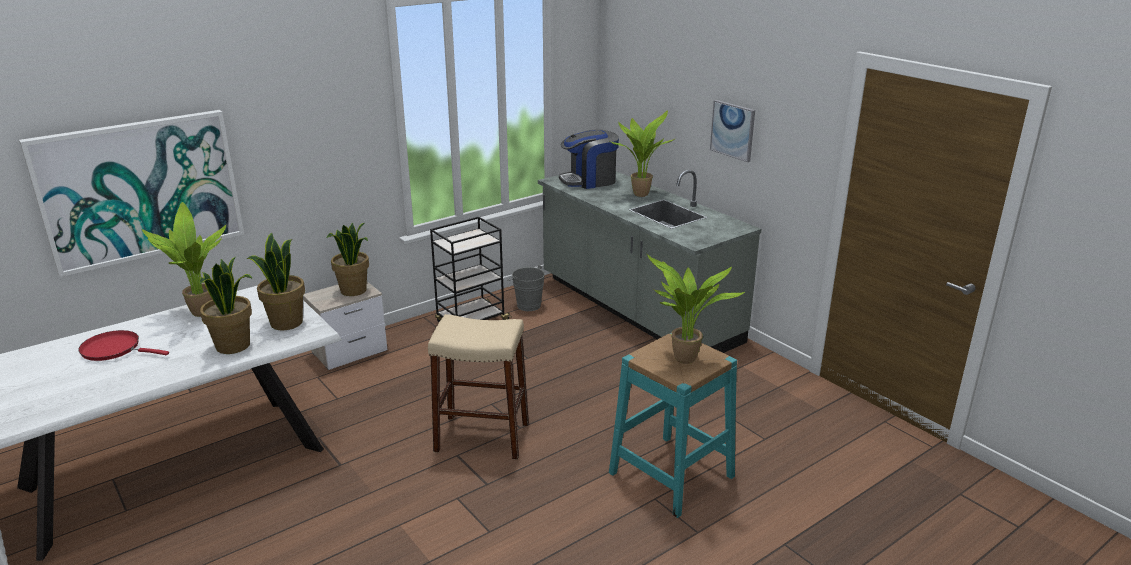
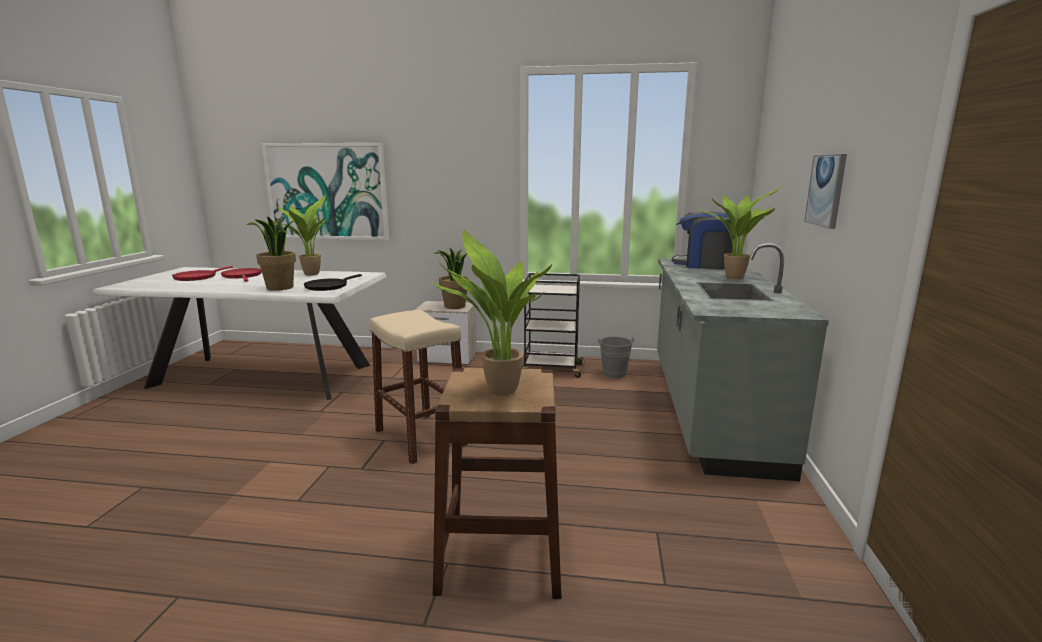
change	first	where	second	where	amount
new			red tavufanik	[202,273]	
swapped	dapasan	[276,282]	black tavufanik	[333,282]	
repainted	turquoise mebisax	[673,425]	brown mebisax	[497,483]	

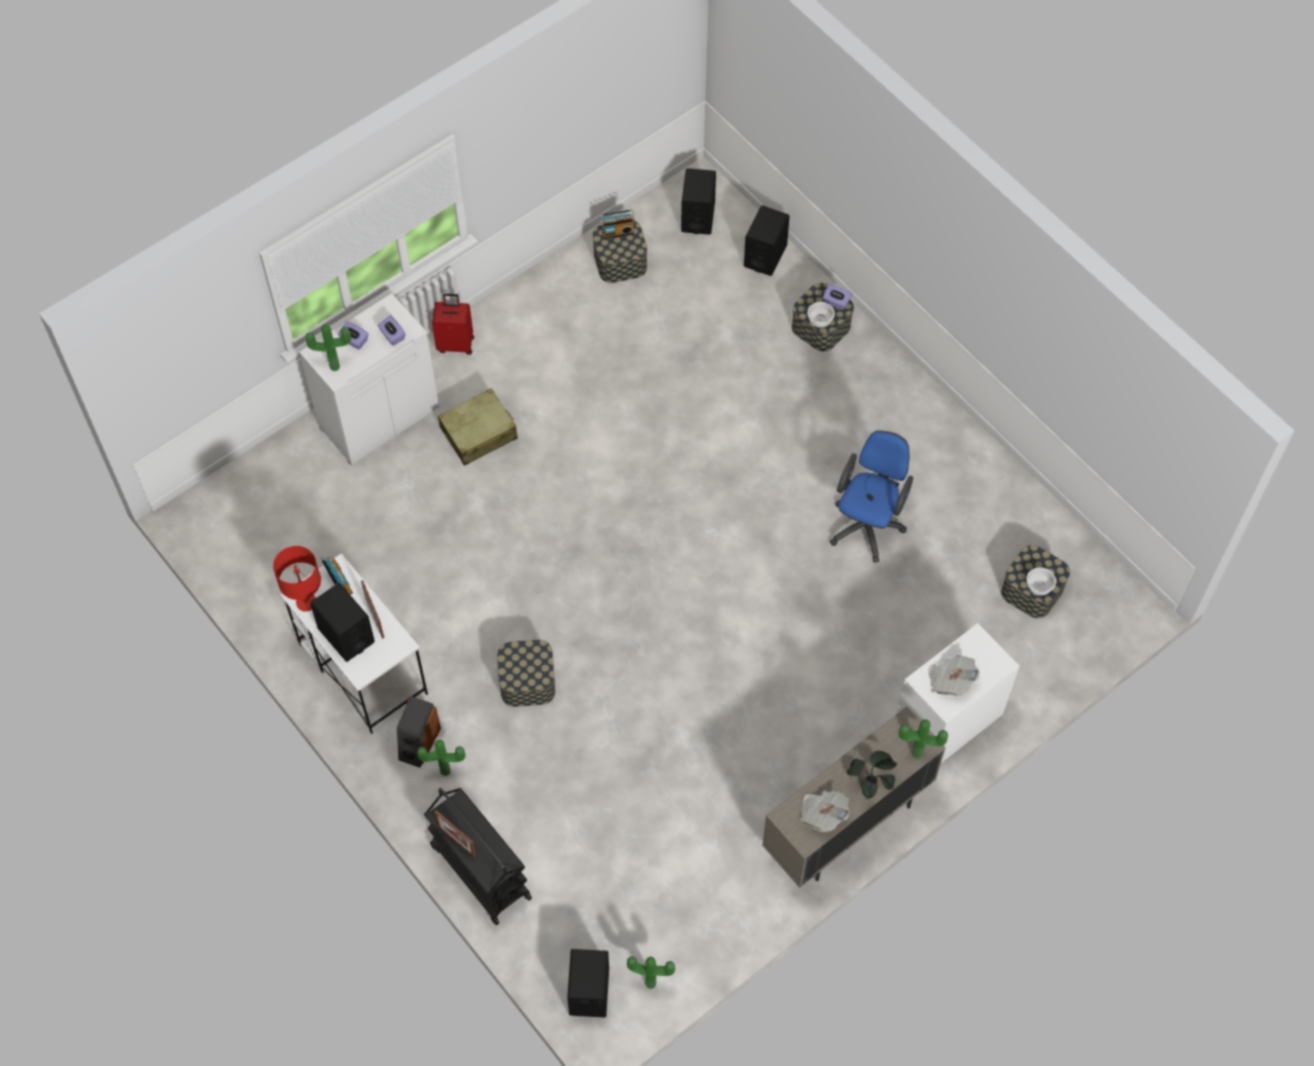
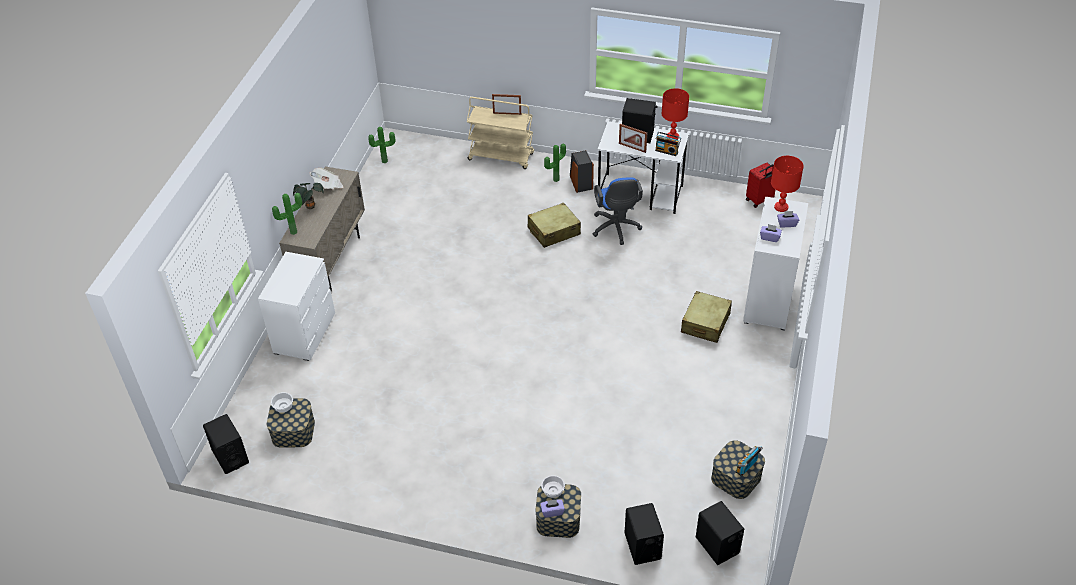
change	first	where	second	where	amount
gone	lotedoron	[954,675]			
shifted	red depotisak	[453,324]		[760,185]	
shifted	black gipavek	[588,983]		[226,444]	
shifted	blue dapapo	[871,496]		[618,211]	
swapped	dapasan	[328,347]	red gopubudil	[787,184]	
swapped	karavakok	[526,673]	beige depotisak	[554,225]	
repainted	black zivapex	[478,856]	beige zivapex	[500,133]	

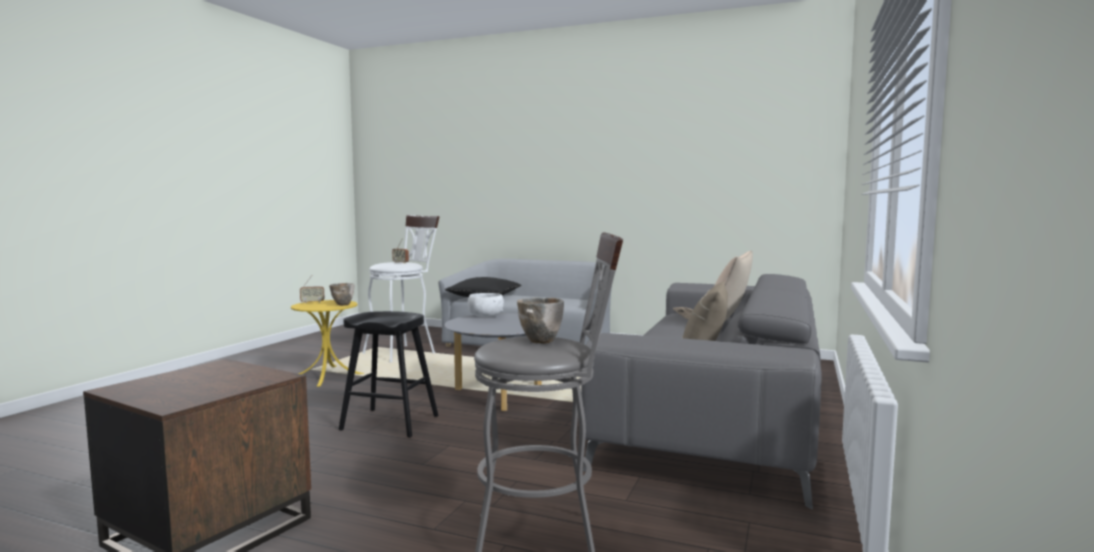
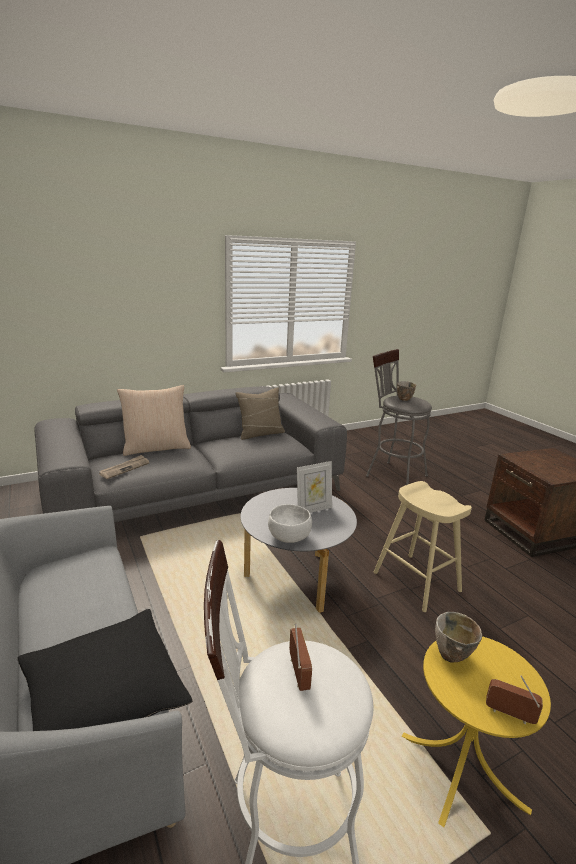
change	first	where	second	where	amount
new			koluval	[314,487]	
repainted	black mebisax	[388,374]	beige mebisax	[423,546]	

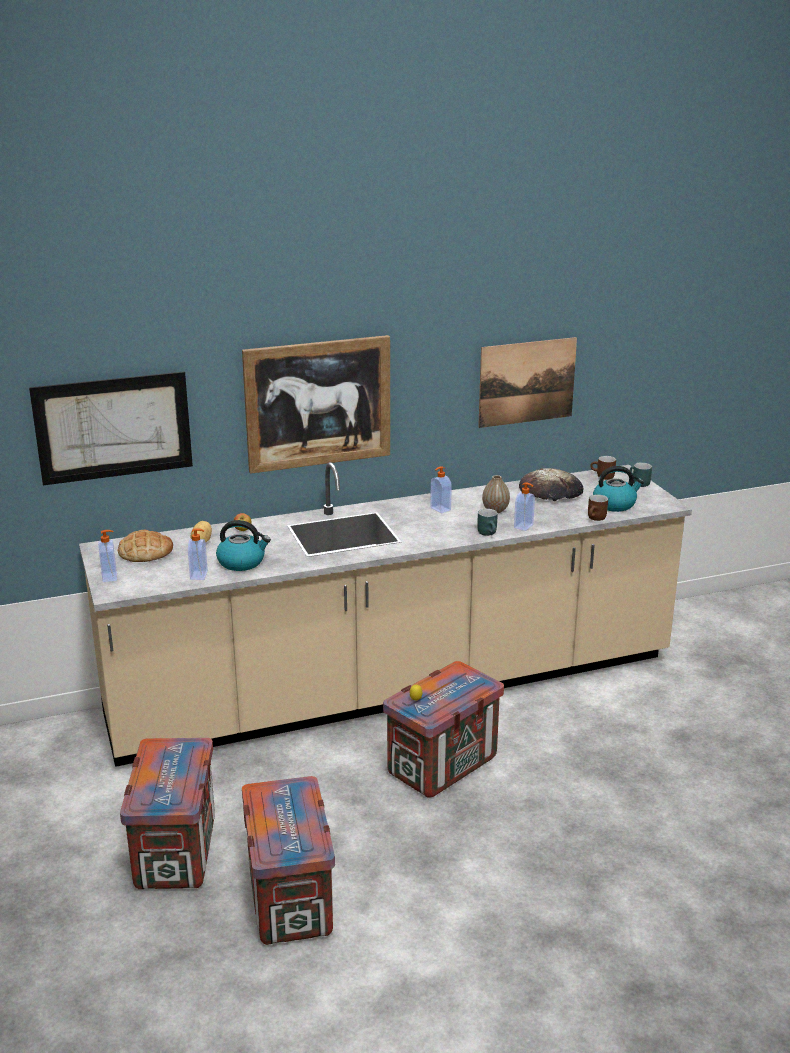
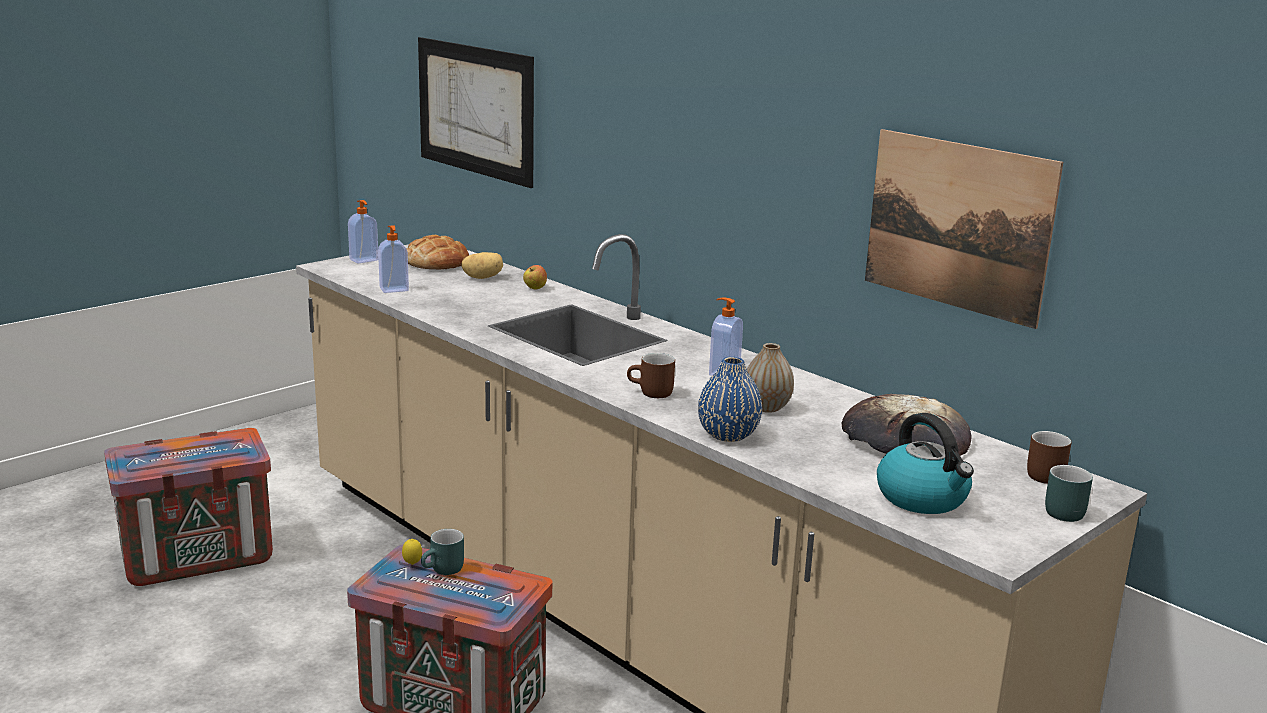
change	first	where	second	where	amount
gone	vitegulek	[243,545]			
gone	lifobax	[316,404]			
gone	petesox	[288,860]			
shifted	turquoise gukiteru	[487,522]		[442,552]	
shifted	brown gukiteru	[598,507]		[651,375]	
swapped	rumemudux	[524,506]	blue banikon	[730,399]	

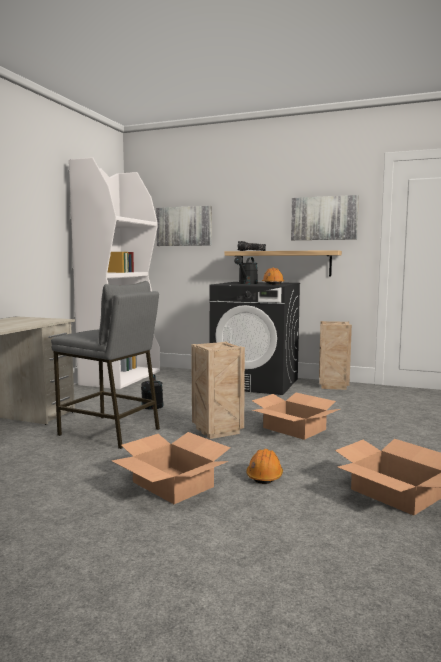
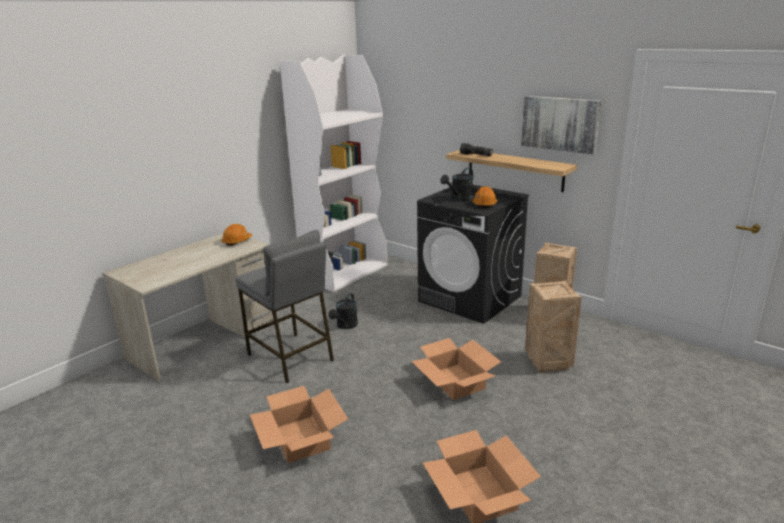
change	first	where	second	where	amount
gone	lifobax	[184,226]			
shifted	petesox	[218,390]		[553,327]	
shifted	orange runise	[264,466]		[236,235]	

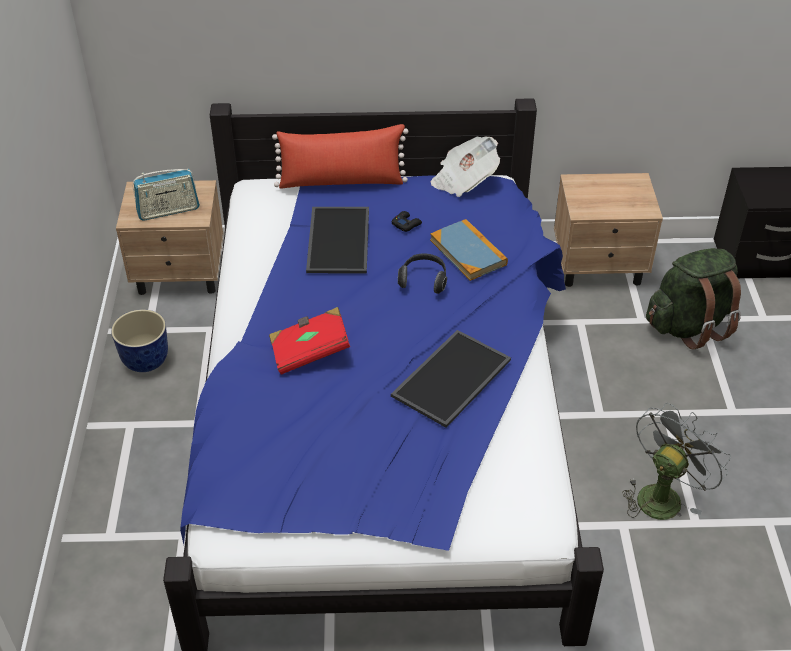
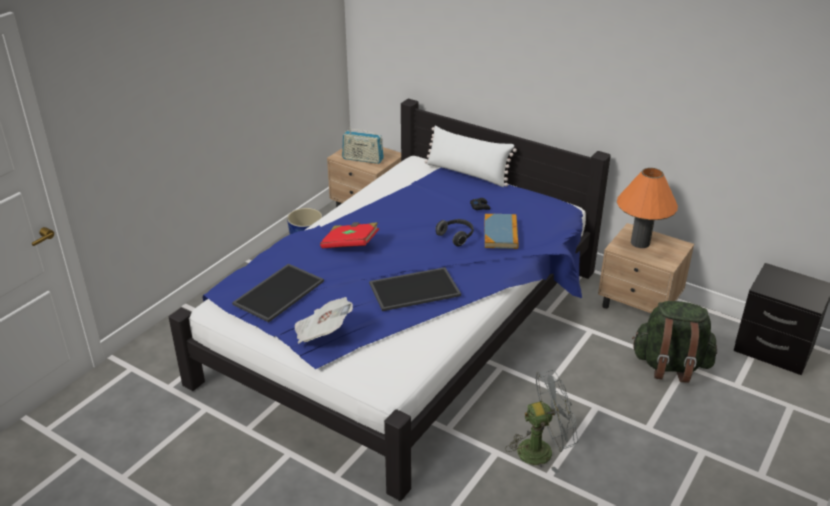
change	first	where	second	where	amount
new			orange gopubudil	[647,208]	
shifted	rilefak	[337,240]		[278,293]	
shifted	lotedoron	[465,167]		[323,320]	
repainted	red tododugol	[340,156]	white tododugol	[471,156]	

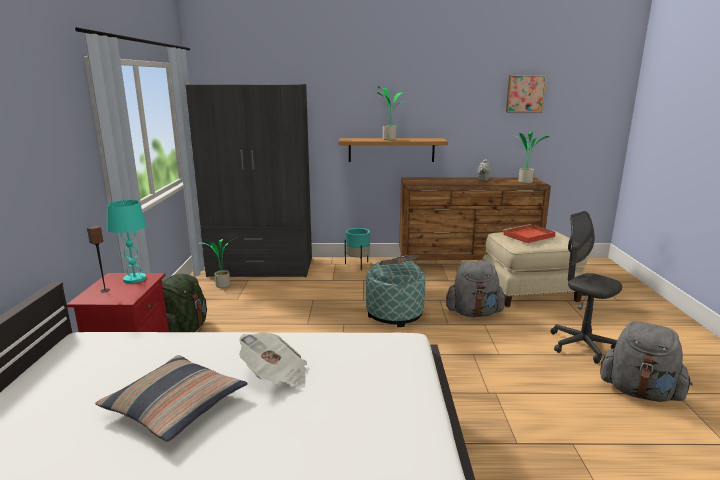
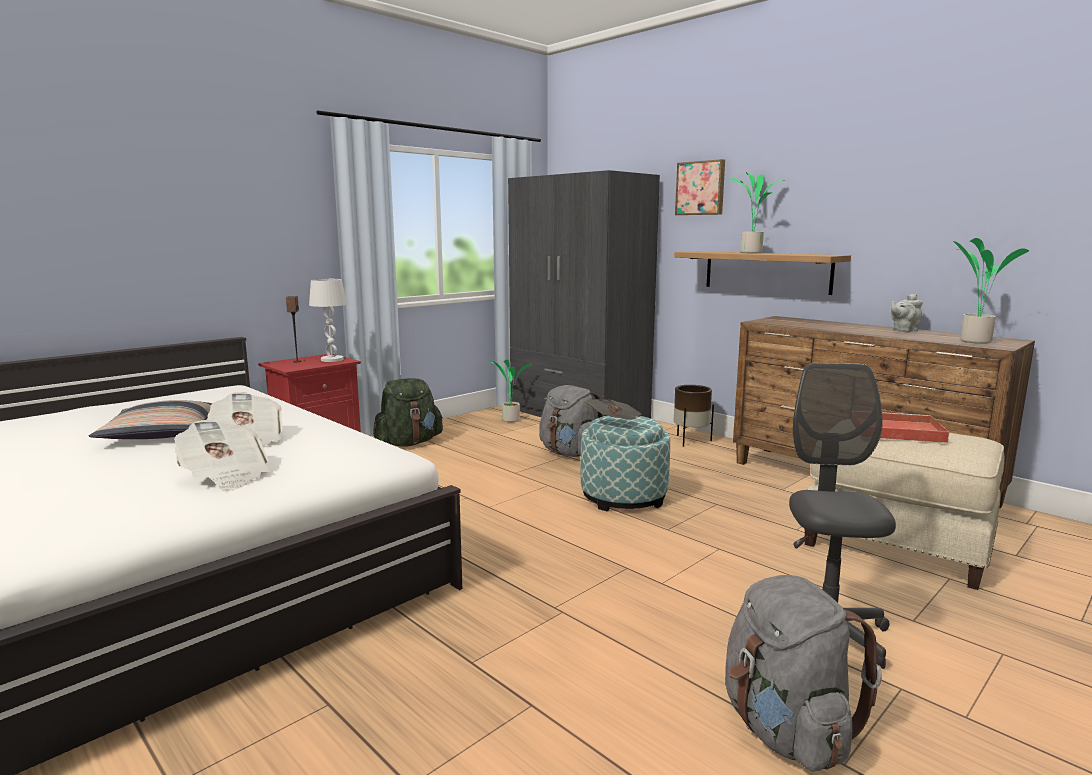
change	first	where	second	where	amount
new			lotedoron	[222,455]	
shifted	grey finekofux	[476,289]		[571,421]	
shifted	lifobax	[526,93]		[700,187]	
repainted	turquoise gopubudil	[127,241]	white gopubudil	[328,320]	
repainted	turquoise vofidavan	[357,249]	brown vofidavan	[694,416]	

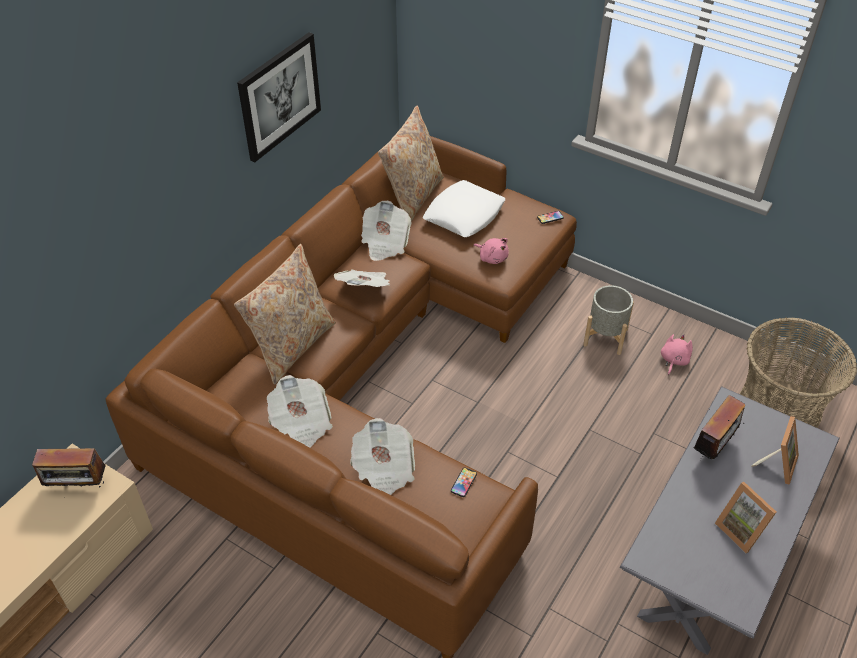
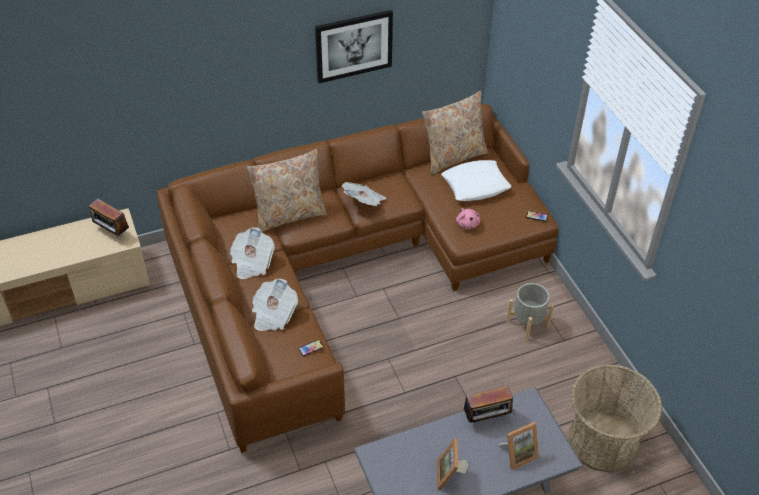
change	first	where	second	where	amount
gone	lotedoron	[386,231]			
gone	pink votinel	[677,354]			

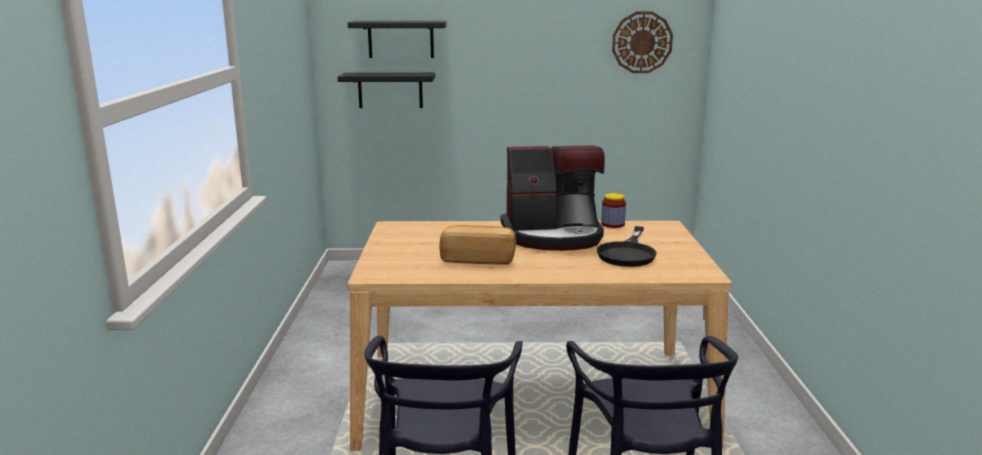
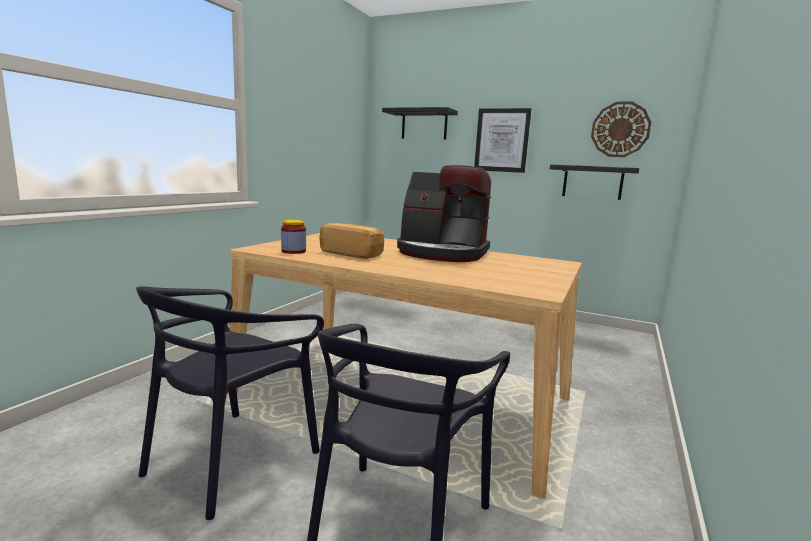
change	first	where	second	where	amount
gone	black tavufanik	[627,246]			
new			lifobax	[502,140]	
shifted	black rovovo	[386,90]		[594,182]	
shifted	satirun	[613,210]		[293,237]	

